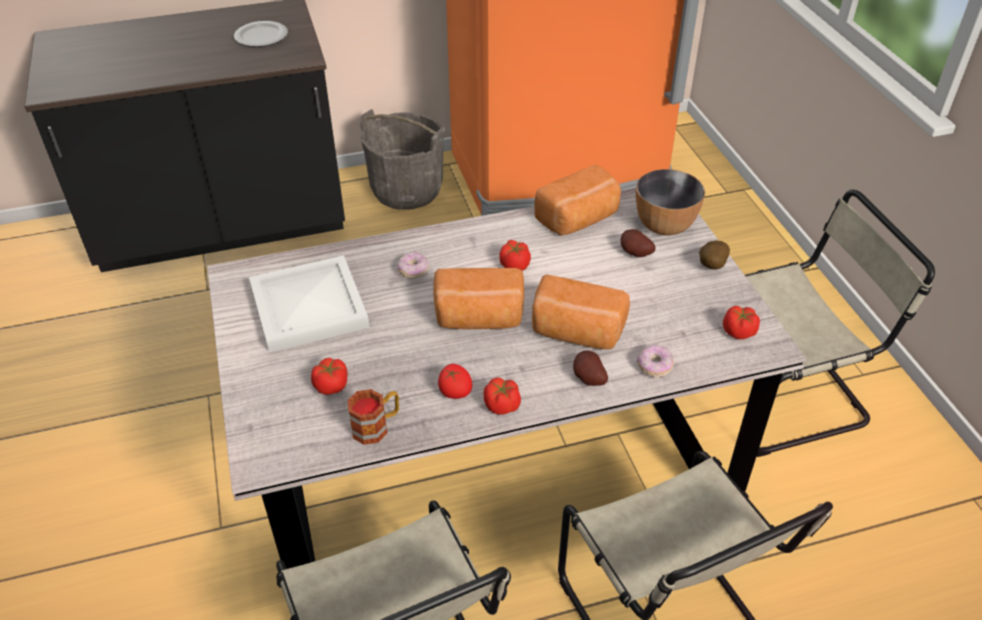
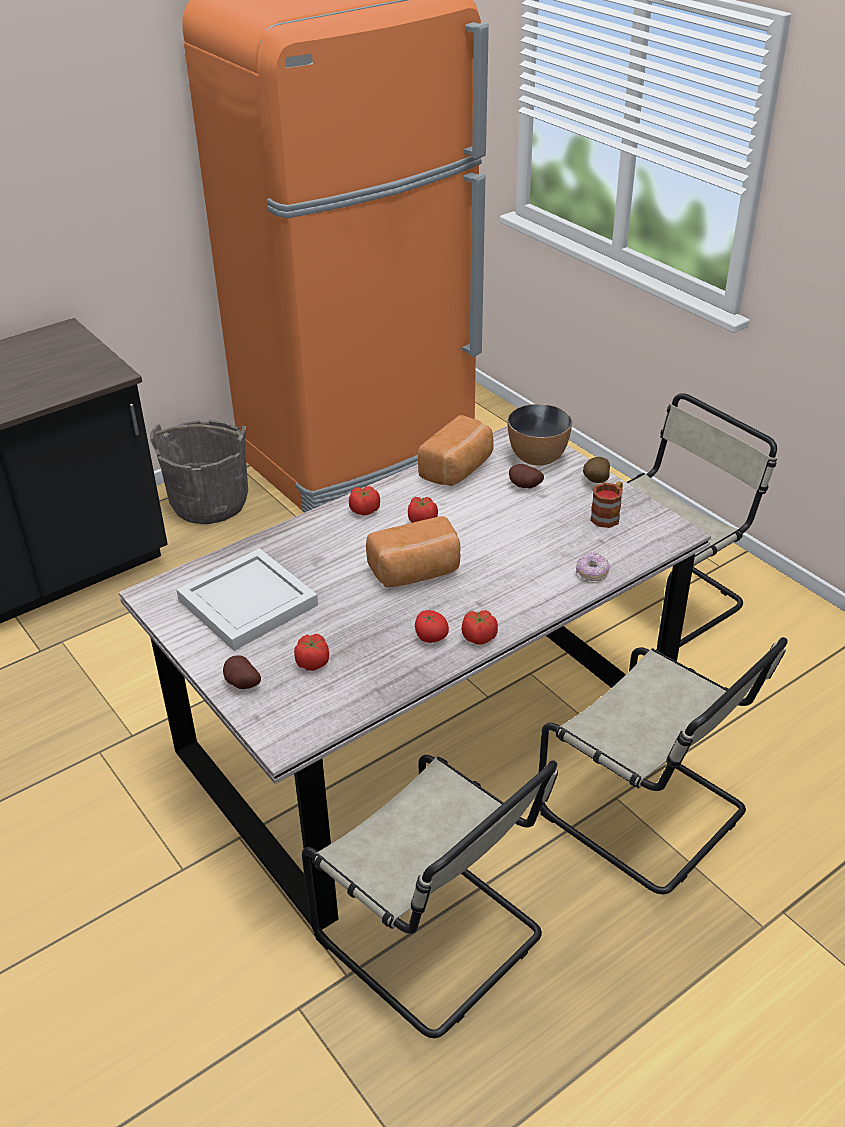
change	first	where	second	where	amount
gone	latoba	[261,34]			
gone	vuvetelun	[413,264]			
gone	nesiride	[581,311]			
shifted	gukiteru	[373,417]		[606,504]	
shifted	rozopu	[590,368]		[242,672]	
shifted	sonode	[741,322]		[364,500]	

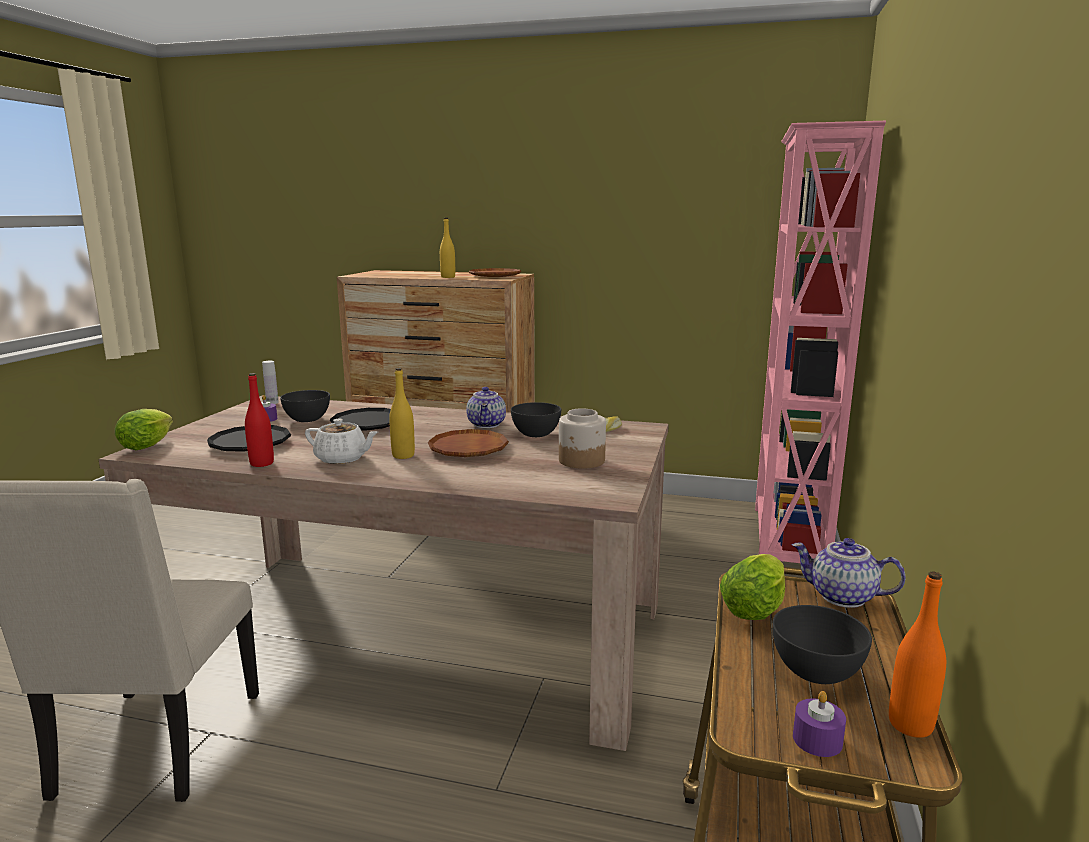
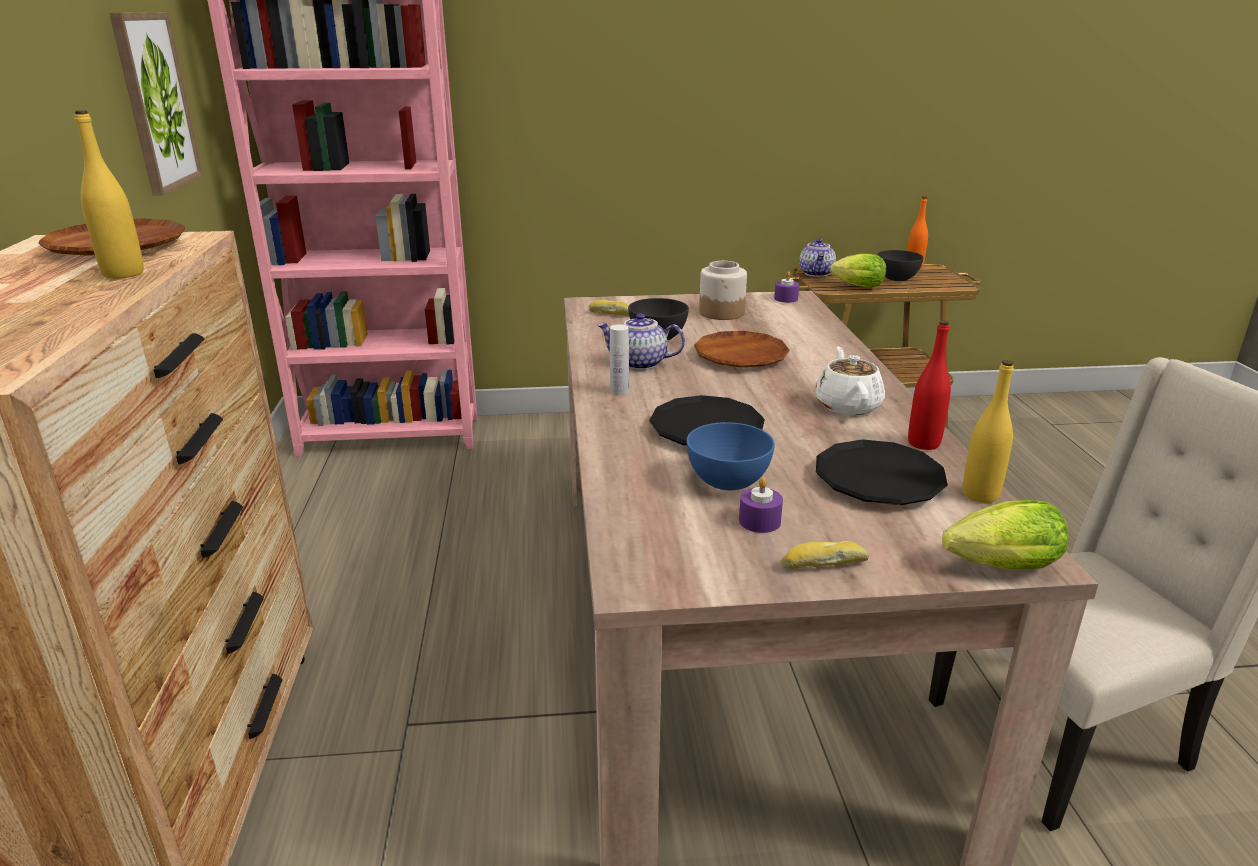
change	first	where	second	where	amount
new			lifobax	[156,104]	
new			nesiride	[824,555]	
shifted	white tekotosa	[270,382]		[619,359]	
shifted	yellow tekotosa	[402,413]		[988,431]	
shifted	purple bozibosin	[819,724]		[786,287]	
repainted	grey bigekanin	[305,406]	blue bigekanin	[731,456]	
rotated	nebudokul	[486,407]		[641,341]	150 degrees counterclockwise

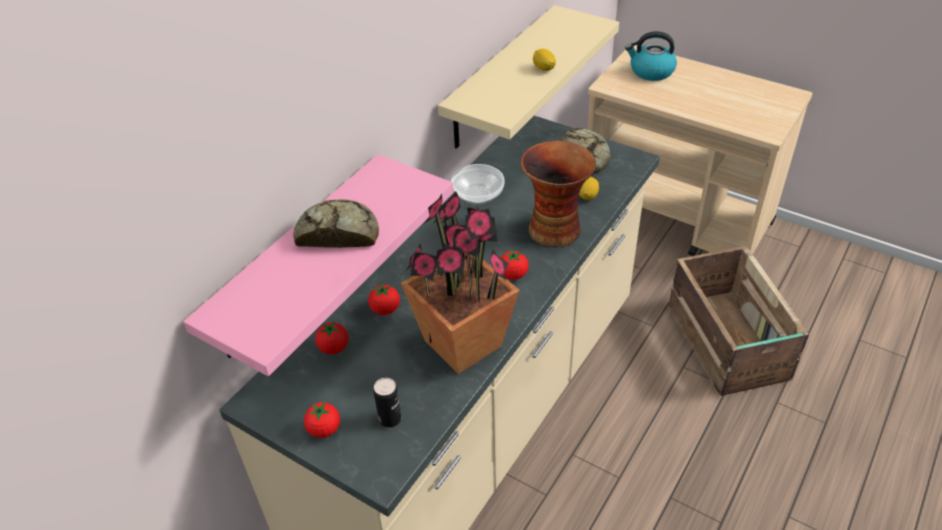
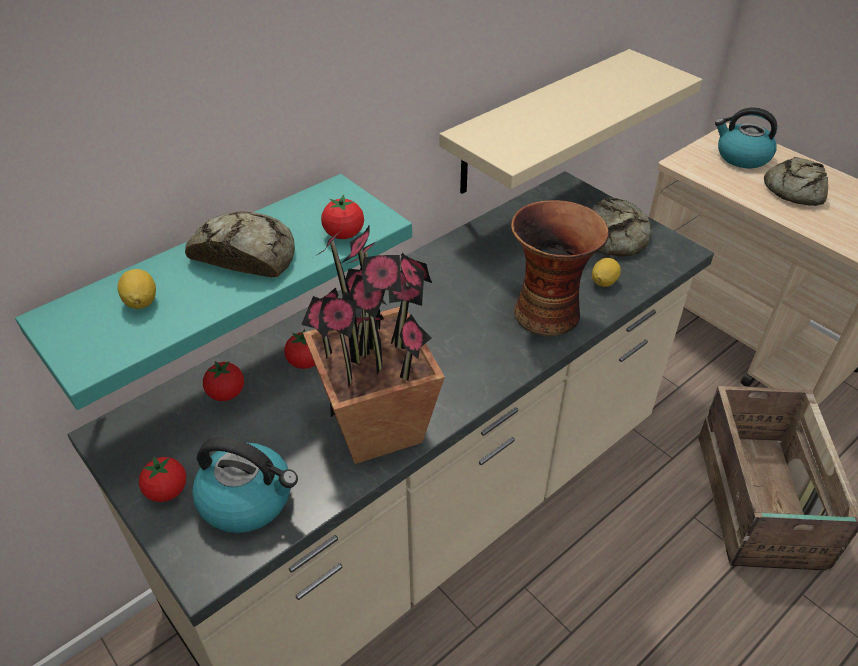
change	first	where	second	where	amount
gone	bigekanin	[478,184]			
new			nesiride	[796,181]	
shifted	sonode	[515,264]		[342,217]	
shifted	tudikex	[544,60]		[137,289]	
swapped	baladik	[387,403]	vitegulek	[245,485]	
repainted	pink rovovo	[318,265]	turquoise rovovo	[213,292]	

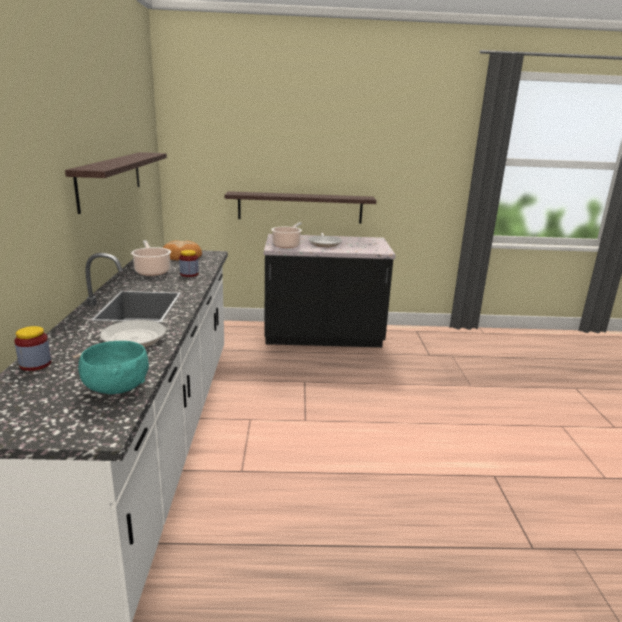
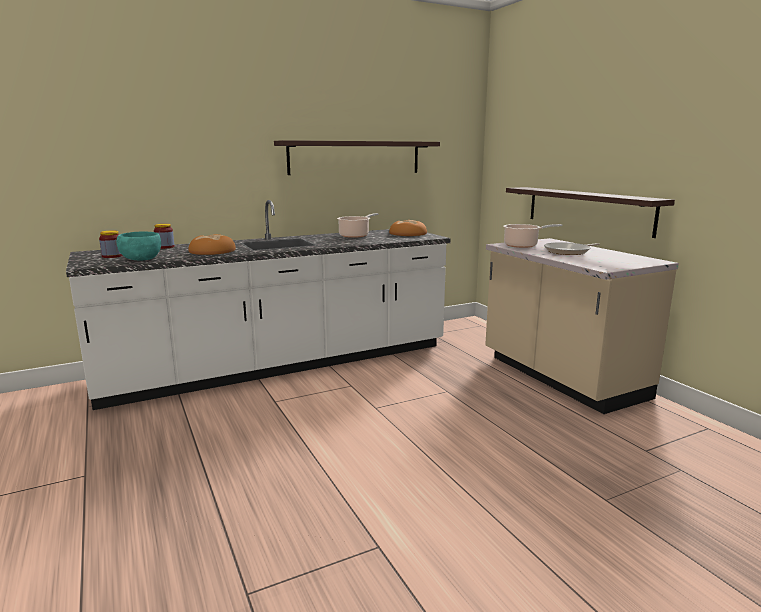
change	first	where	second	where	amount
shifted	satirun	[189,263]		[111,244]	
swapped	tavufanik	[119,339]	nesiride	[212,244]	
repainted	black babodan	[330,290]	beige babodan	[582,326]	

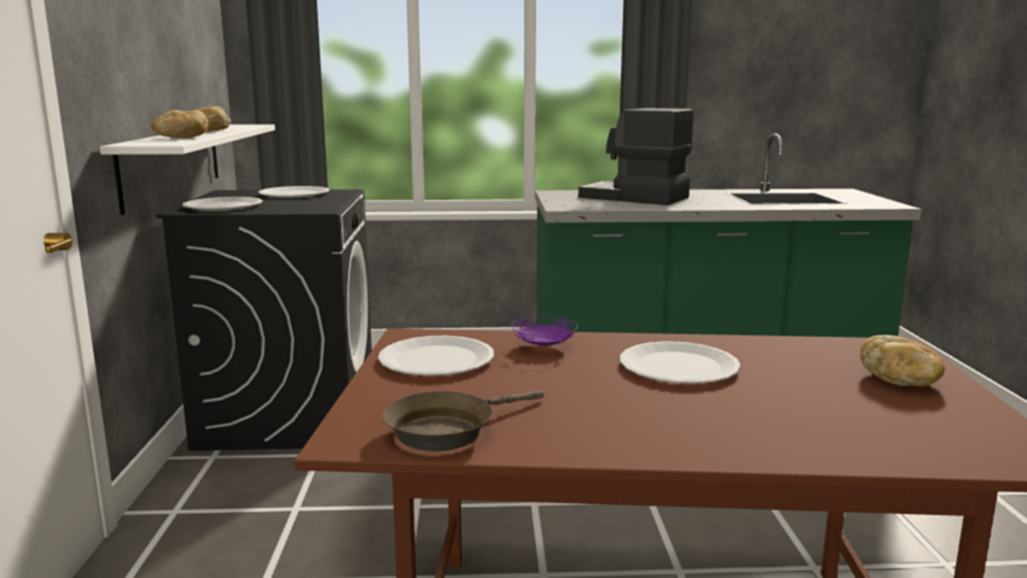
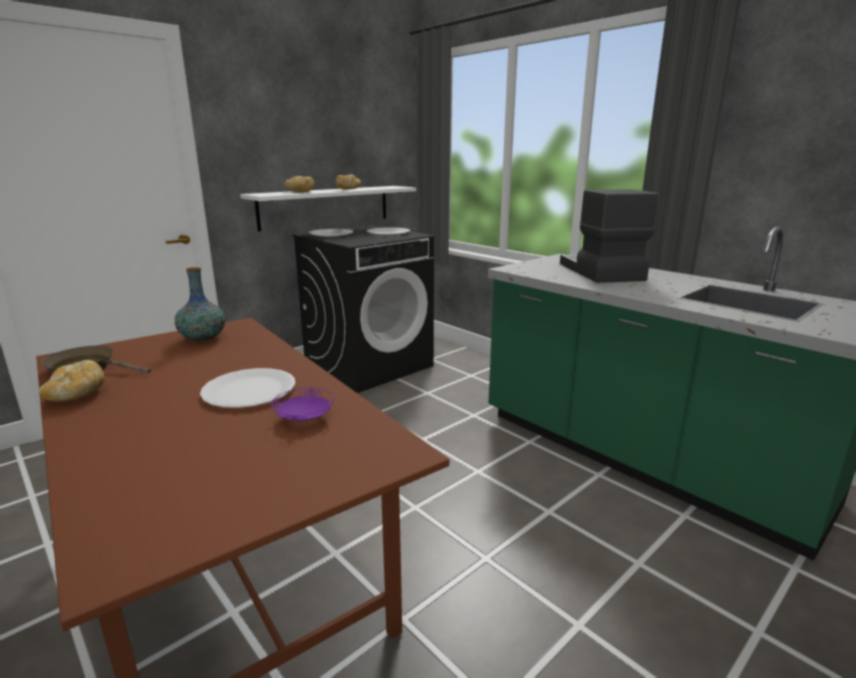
change	first	where	second	where	amount
shifted	purple latoba	[544,331]		[302,404]	
shifted	nesiride	[902,360]		[71,380]	
swapped	white latoba	[436,356]	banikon	[200,305]	

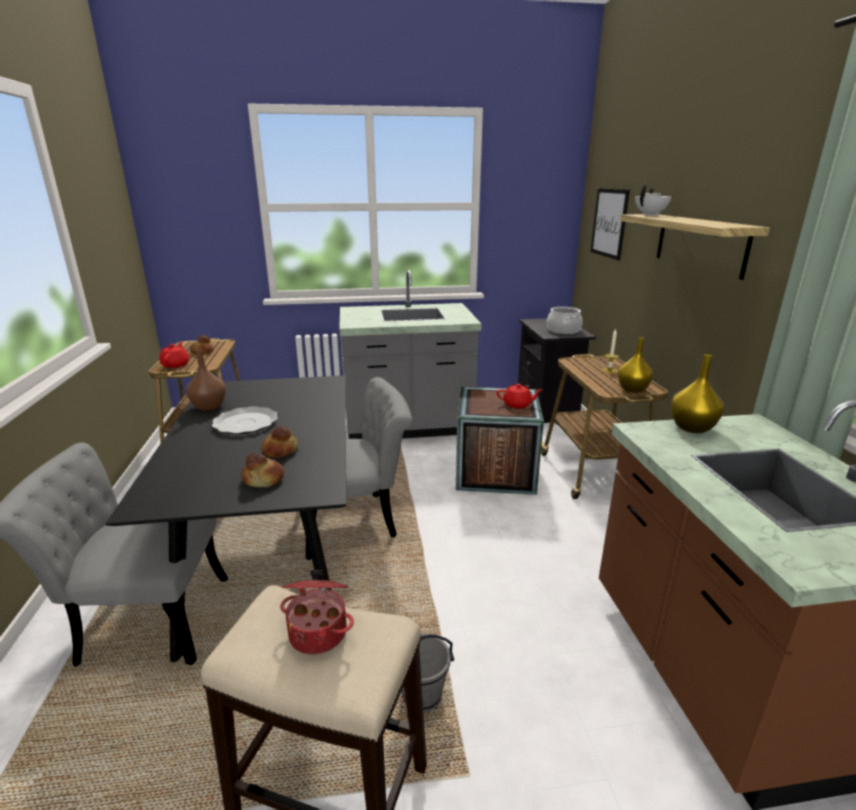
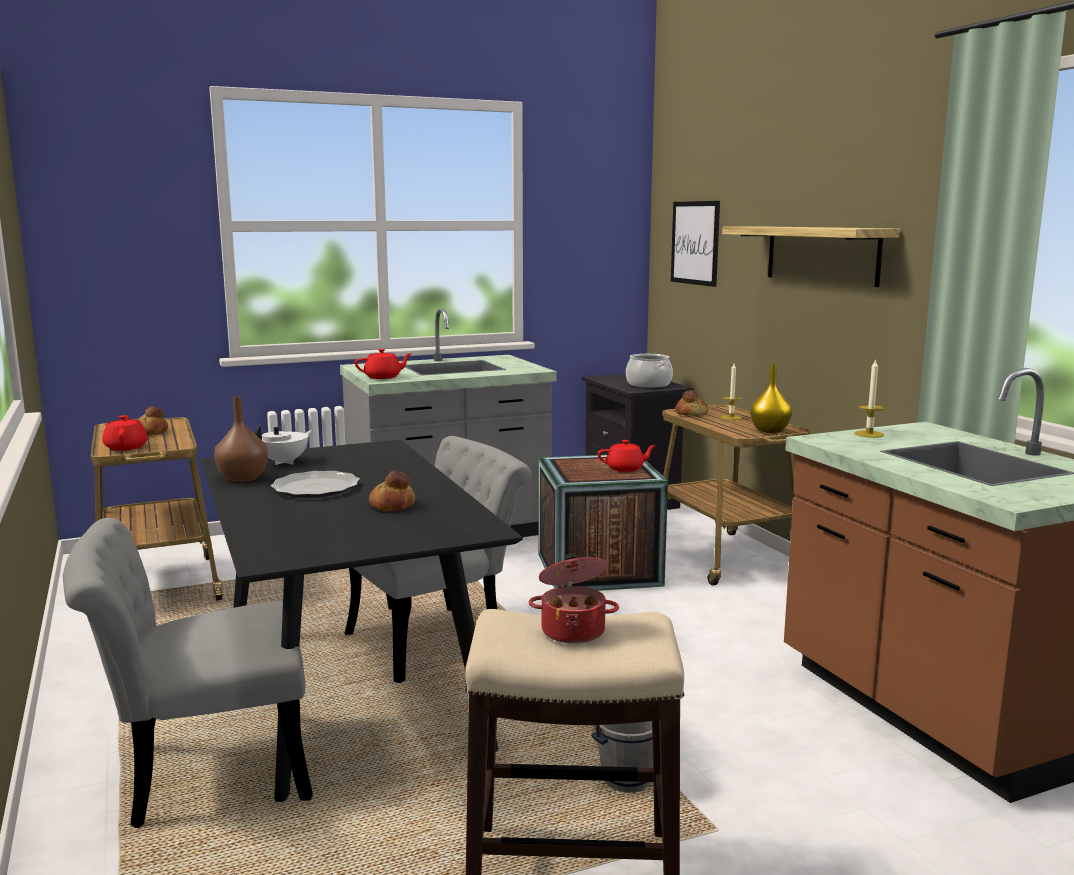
change	first	where	second	where	amount
new			red nebudokul	[383,364]	
shifted	nesiride	[262,469]		[691,403]	
shifted	white nebudokul	[653,200]		[283,444]	
swapped	yellow banikon	[697,393]	bozibosin	[869,398]	

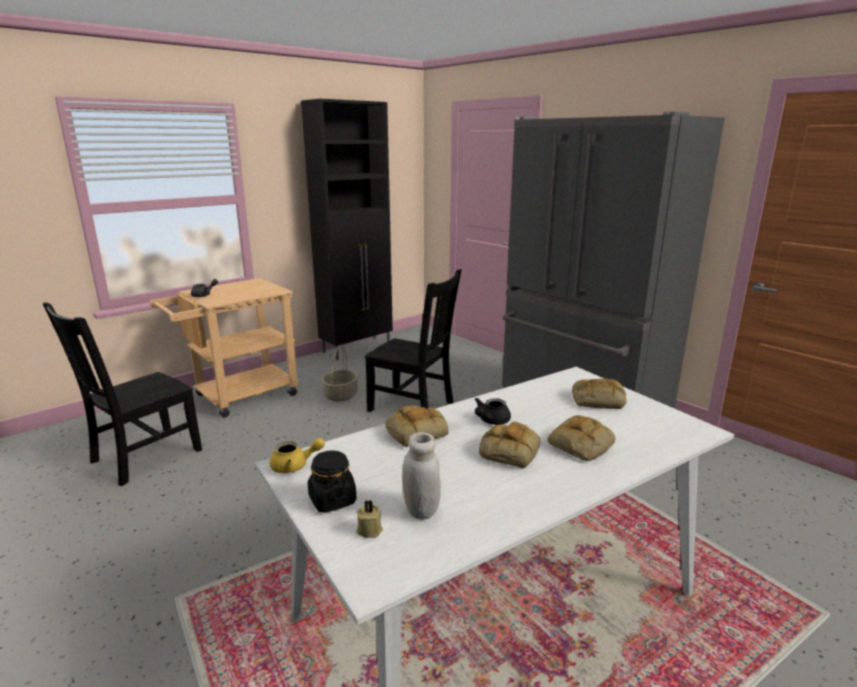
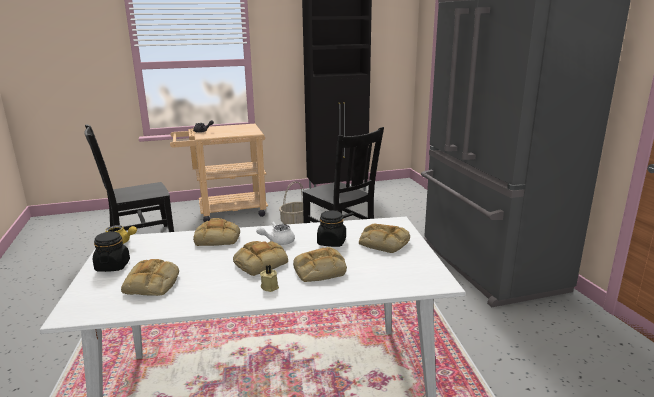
change	first	where	second	where	amount
new			black satirun	[331,228]	
shifted	beige bozibosin	[369,519]		[269,278]	
swapped	white satirun	[421,476]	nesiride	[150,277]	
repainted	black nebudokul	[492,411]	white nebudokul	[275,233]	

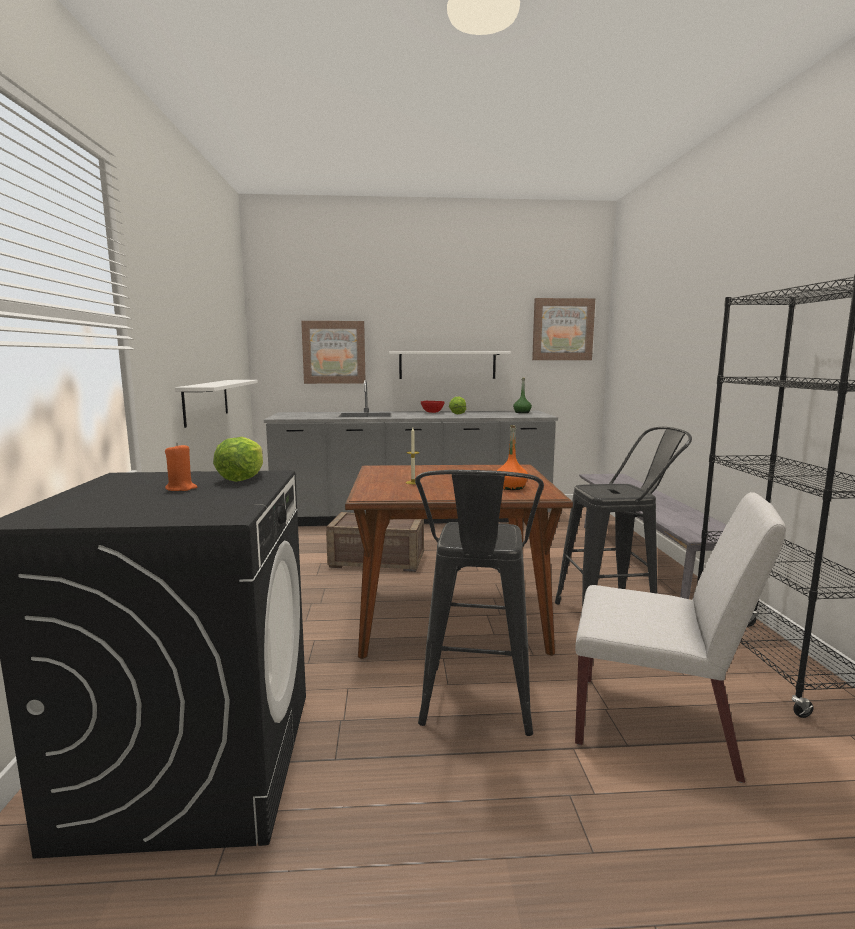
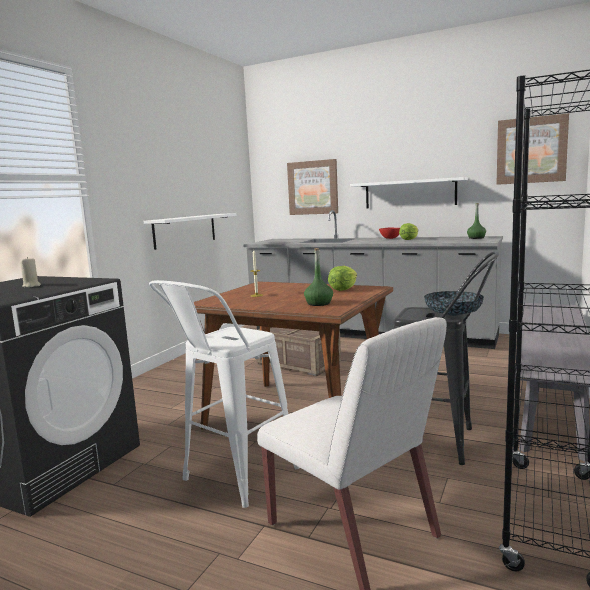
change	first	where	second	where	amount
new			bigekanin	[454,303]	
shifted	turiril	[238,459]		[342,278]	
repainted	orange bozibosin	[181,467]	beige bozibosin	[30,272]	
repainted	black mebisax	[479,603]	white mebisax	[224,394]	
repainted	orange tekotosa	[512,457]	green tekotosa	[318,277]	

